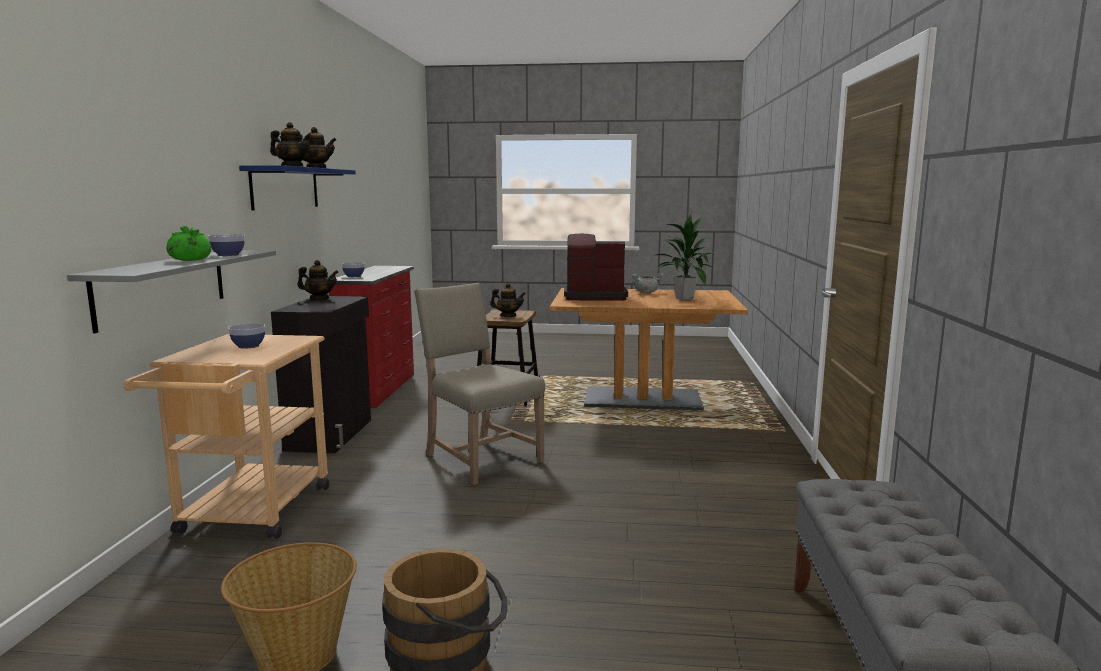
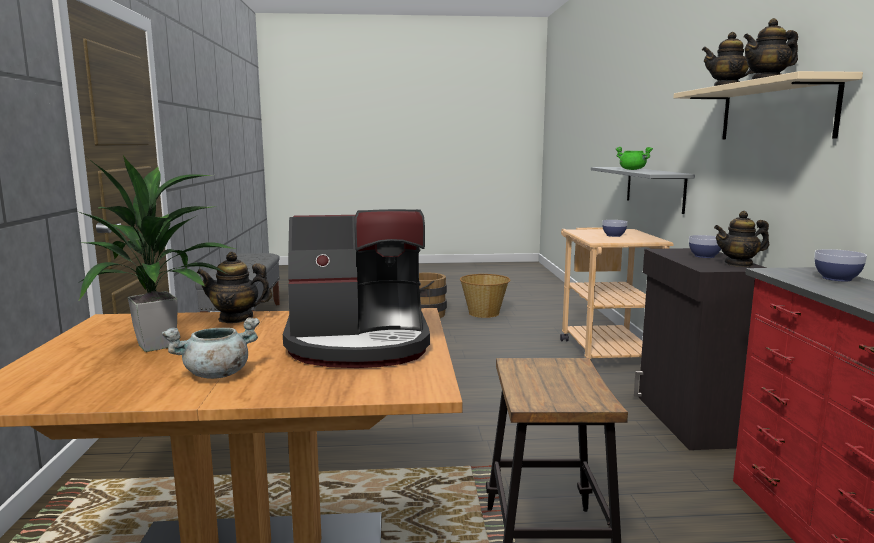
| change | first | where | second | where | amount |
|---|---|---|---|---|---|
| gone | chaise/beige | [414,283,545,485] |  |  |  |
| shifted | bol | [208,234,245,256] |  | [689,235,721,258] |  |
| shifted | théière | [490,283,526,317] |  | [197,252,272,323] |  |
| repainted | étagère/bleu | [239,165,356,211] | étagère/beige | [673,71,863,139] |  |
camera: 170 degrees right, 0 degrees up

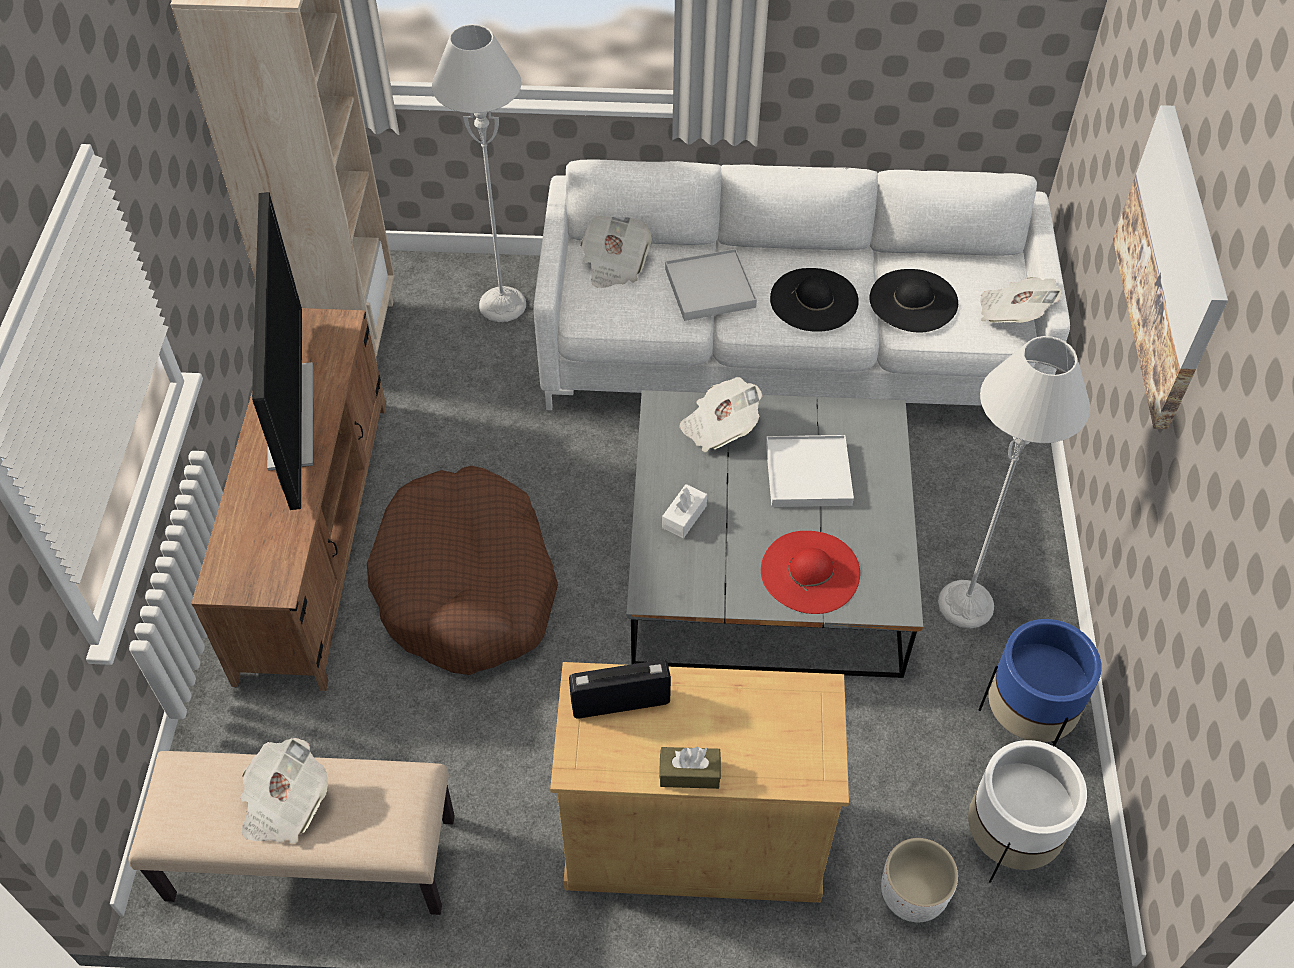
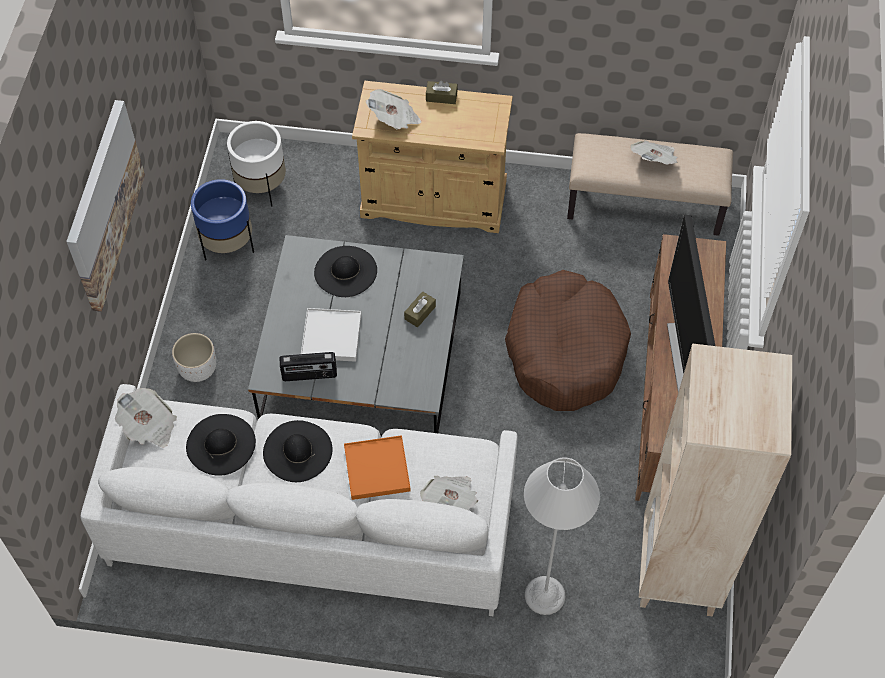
| change | first | where | second | where | amount |
|---|---|---|---|---|---|
| gone | lampadaire/gris | [938,336,1090,628] |  |  |  |
| shifted | radio | [569,660,671,719] |  | [280,352,337,381] |  |
| shifted | journal | [679,377,763,452] |  | [366,89,421,130] |  |
| shifted | cache-pot/blanc | [881,838,958,922] |  | [172,333,216,382] |  |
| repainted | boîte à mouchoirs/blanc | [662,484,707,538] | boîte à mouchoirs/marron | [404,291,436,327] |  |
| repainted | plateau/blanc | [665,249,757,321] | plateau/orange | [344,435,411,500] |  |
| repainted | chapeau/rouge | [761,531,860,614] | chapeau/noir | [314,246,377,297] |  |
camera: 175 degrees left, 5 degrees up

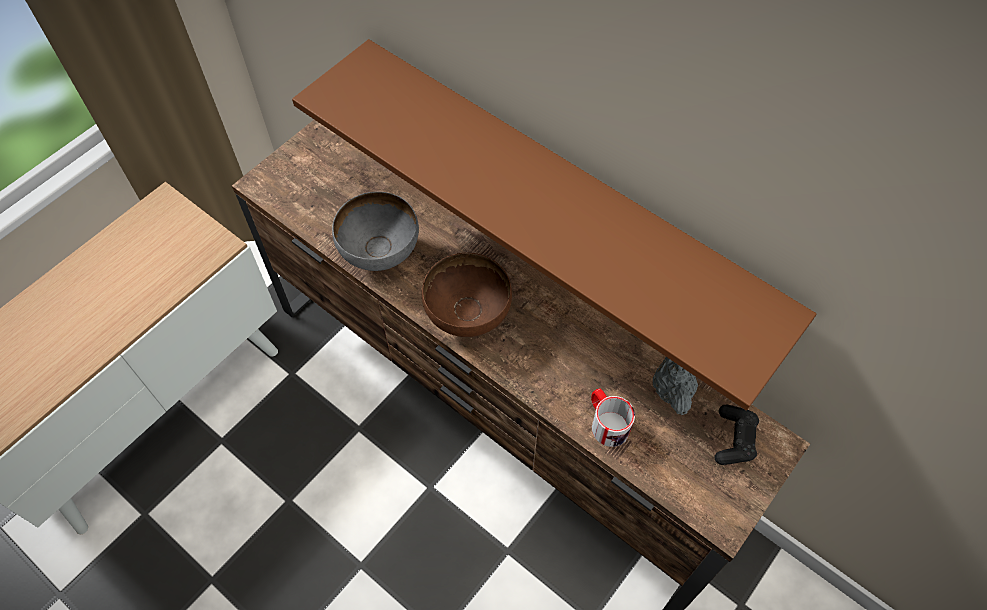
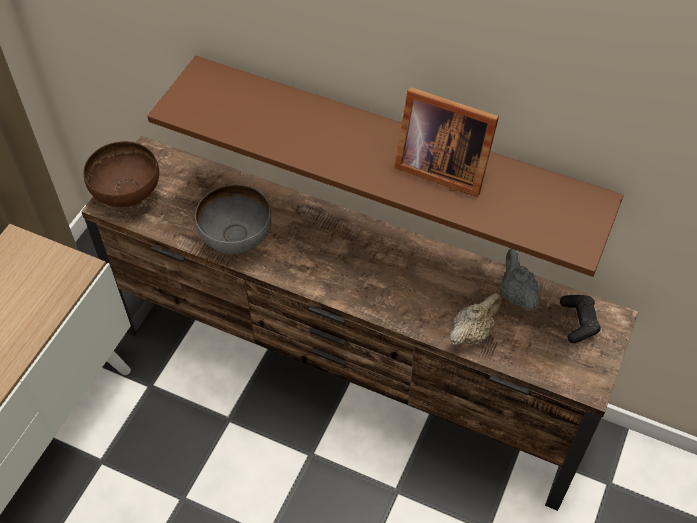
| change | first | where | second | where | amount |
|---|---|---|---|---|---|
| new |  |  | cadre photo | [394,87,499,197] |  |
| shifted | bol/marron | [422,253,512,337] |  | [84,141,159,208] |  |
| swapped | mug | [591,388,635,447] | théière/beige | [449,293,502,346] |  |
camera: 15 degrees left, 5 degrees down

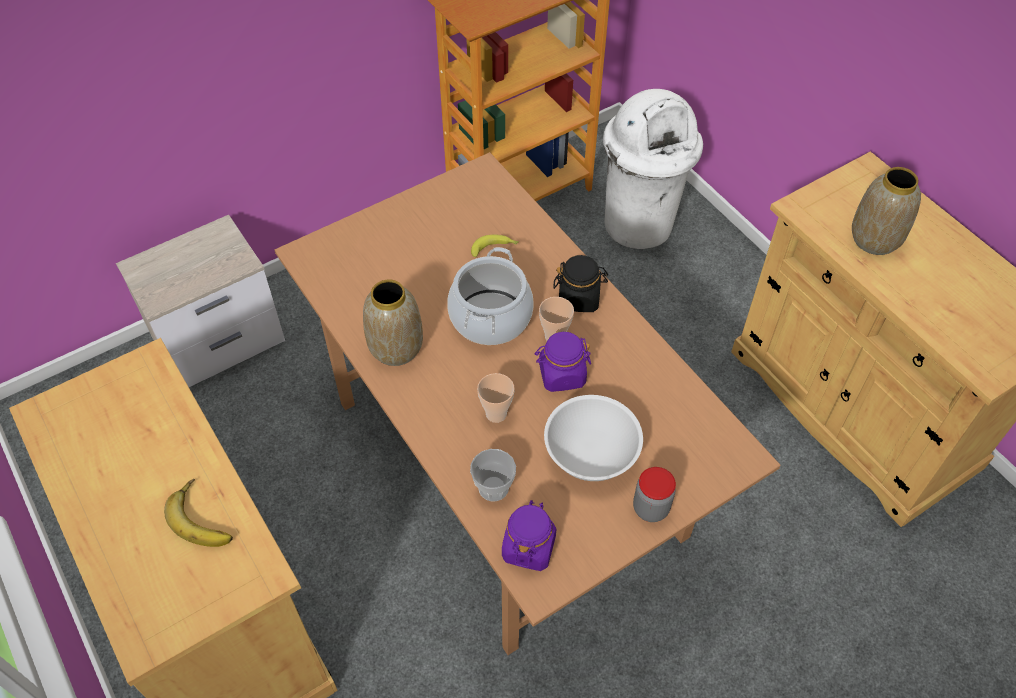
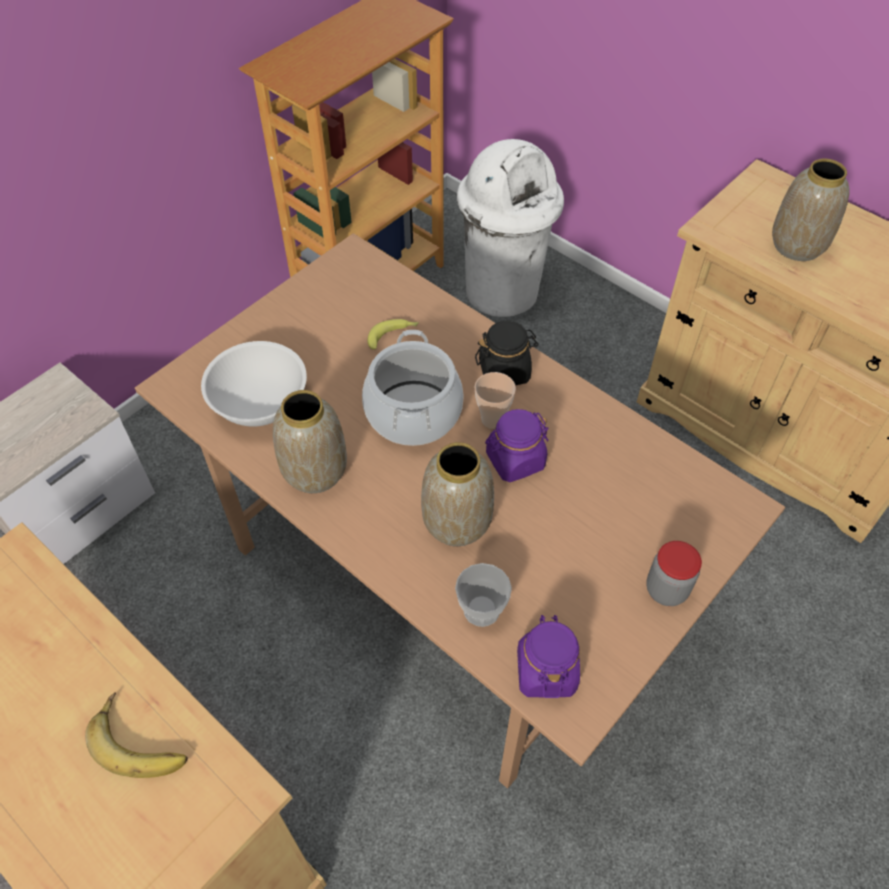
| change | first | where | second | where | amount |
|---|---|---|---|---|---|
| shifted | bol/blanc | [544,395,643,481] |  | [201,341,307,427] |  |
| swapped | tasse | [477,373,515,423] | vase | [421,442,494,546] |  |
camera: 15 degrees left, 0 degrees up

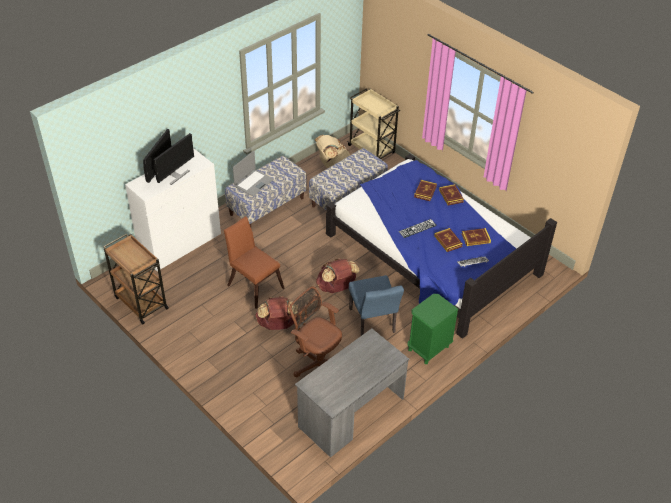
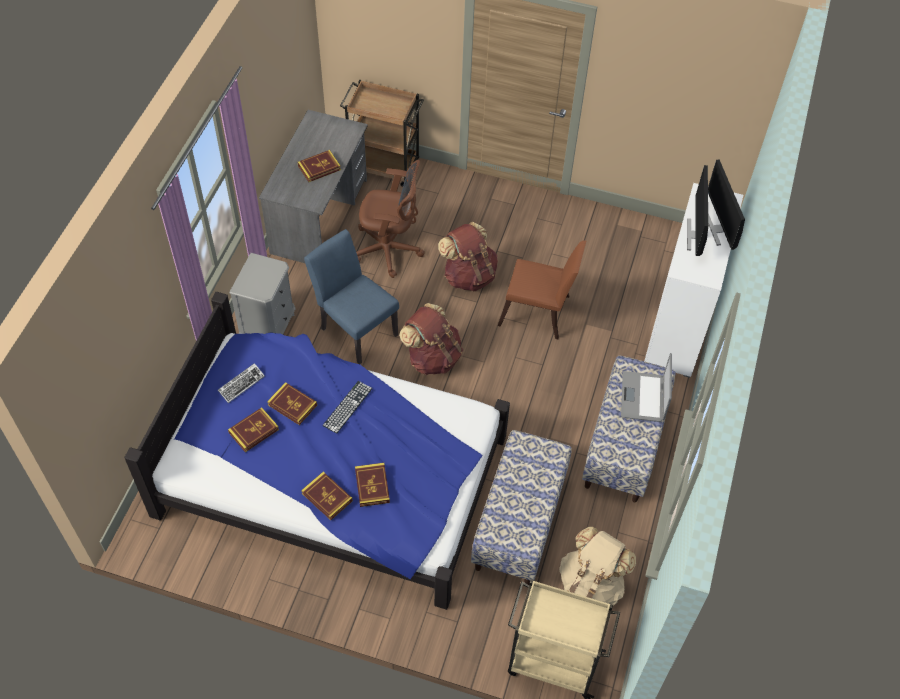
| change | first | where | second | where | amount |
|---|---|---|---|---|---|
| new |  |  | livre | [298,150,341,182] |  |
| shifted | chariot/marron | [103,234,169,324] |  | [340,80,424,187] |  |
| repainted | table de chevet/vert | [407,294,459,364] | table de chevet/gris | [230,253,296,334] |  |
camera: 150 degrees right, 10 degrees up

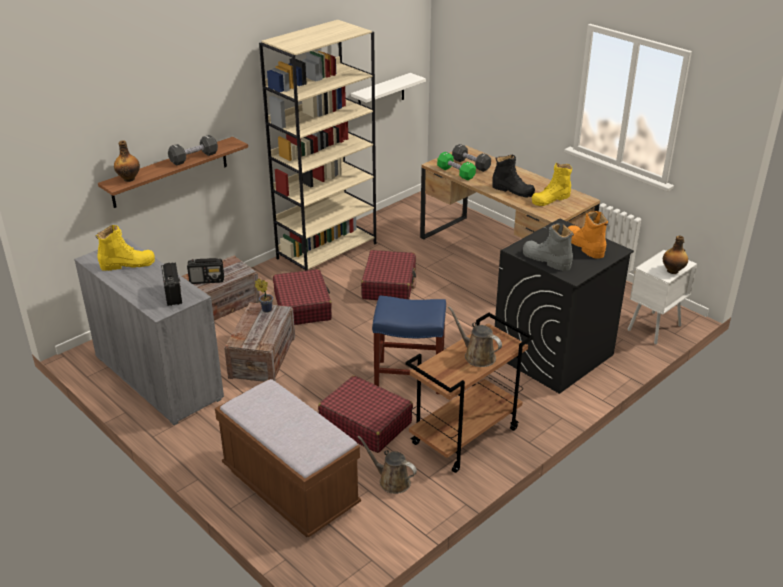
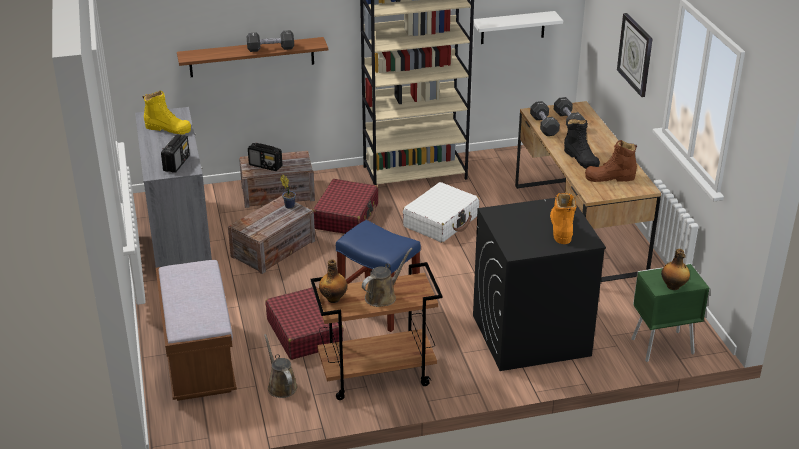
| change | first | where | second | where | amount |
|---|---|---|---|---|---|
| gone | botte/gris | [523,223,574,271] |  |  |  |
| new |  |  | horloge murale | [617,13,653,97] |  |
| shifted | bouteille | [114,141,140,182] |  | [319,259,347,303] |  |
| repainted | valise/rouge | [361,250,417,300] | valise/blanc | [403,182,479,243] |  |
| repainted | haltère/vert | [437,152,476,181] | haltère/noir | [530,101,560,136] |  |
| repainted | botte/jaune | [532,163,572,206] | botte/marron | [585,140,637,182] |  |
| repainted | table de chevet/blanc | [628,250,697,344] | table de chevet/vert | [631,263,709,362] |  |
| rotated | arrosoir/marron | [448,306,502,367] |  | [362,248,413,307] | 60 degrees clockwise |
camera: 30 degrees right, 0 degrees up

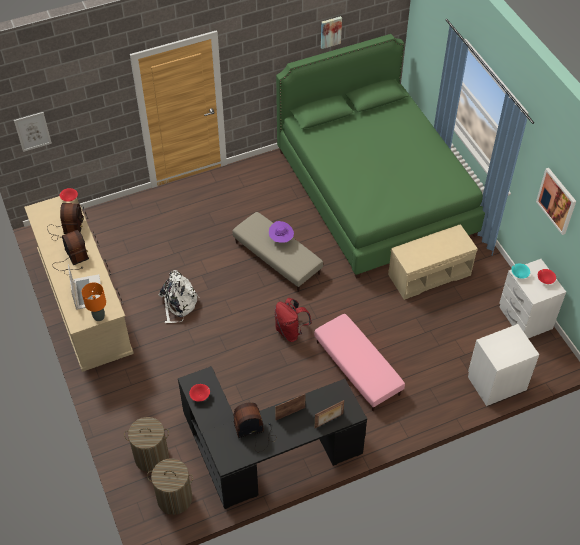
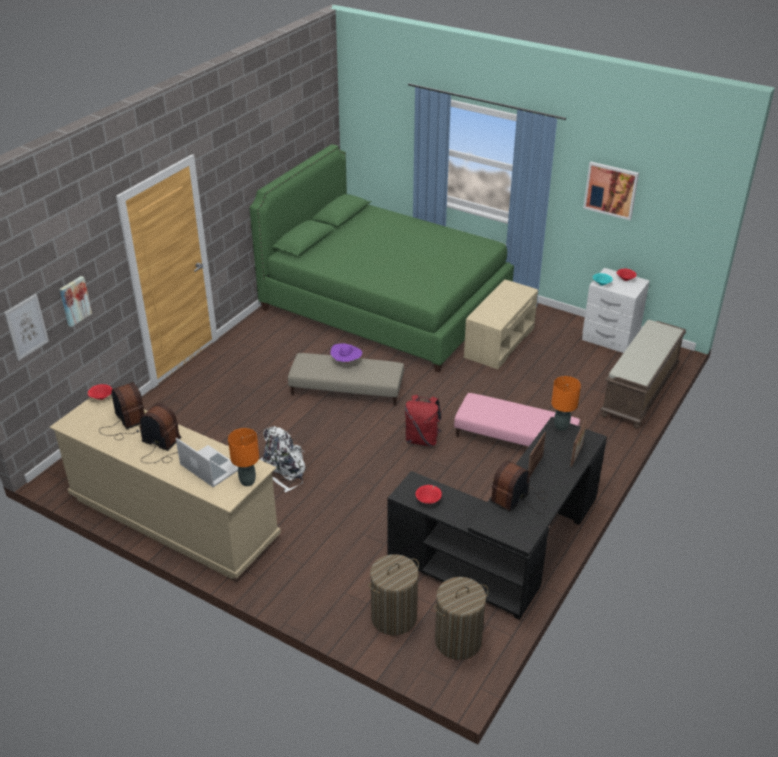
| change | first | where | second | where | amount |
|---|---|---|---|---|---|
| new |  |  | lampe de table/orange | [551,376,581,431] |  |
| shifted | tableau | [321,16,342,49] |  | [60,276,92,327] |  |
| swapped | table de chevet/blanc | [468,324,539,406] | banc/marron | [600,320,686,429] |  |
camera: 35 degrees left, 15 degrees down

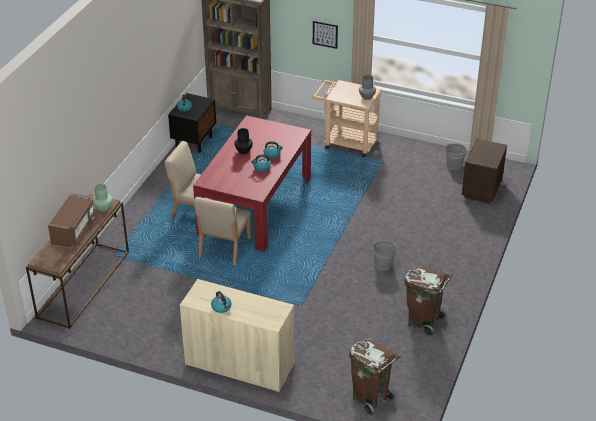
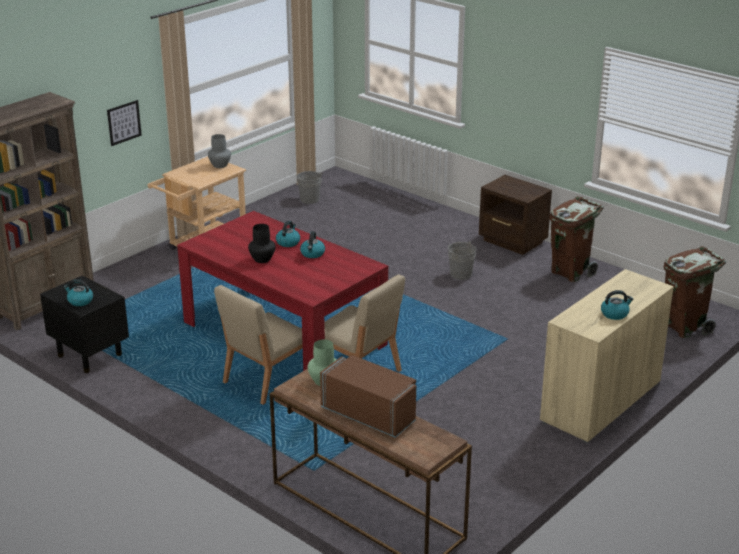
| change | first | where | second | where | amount |
|---|---|---|---|---|---|
| shifted | table de chevet/marron | [462,138,507,203] |  | [479,175,552,255] |  |
camera: 70 degrees left, 10 degrees down

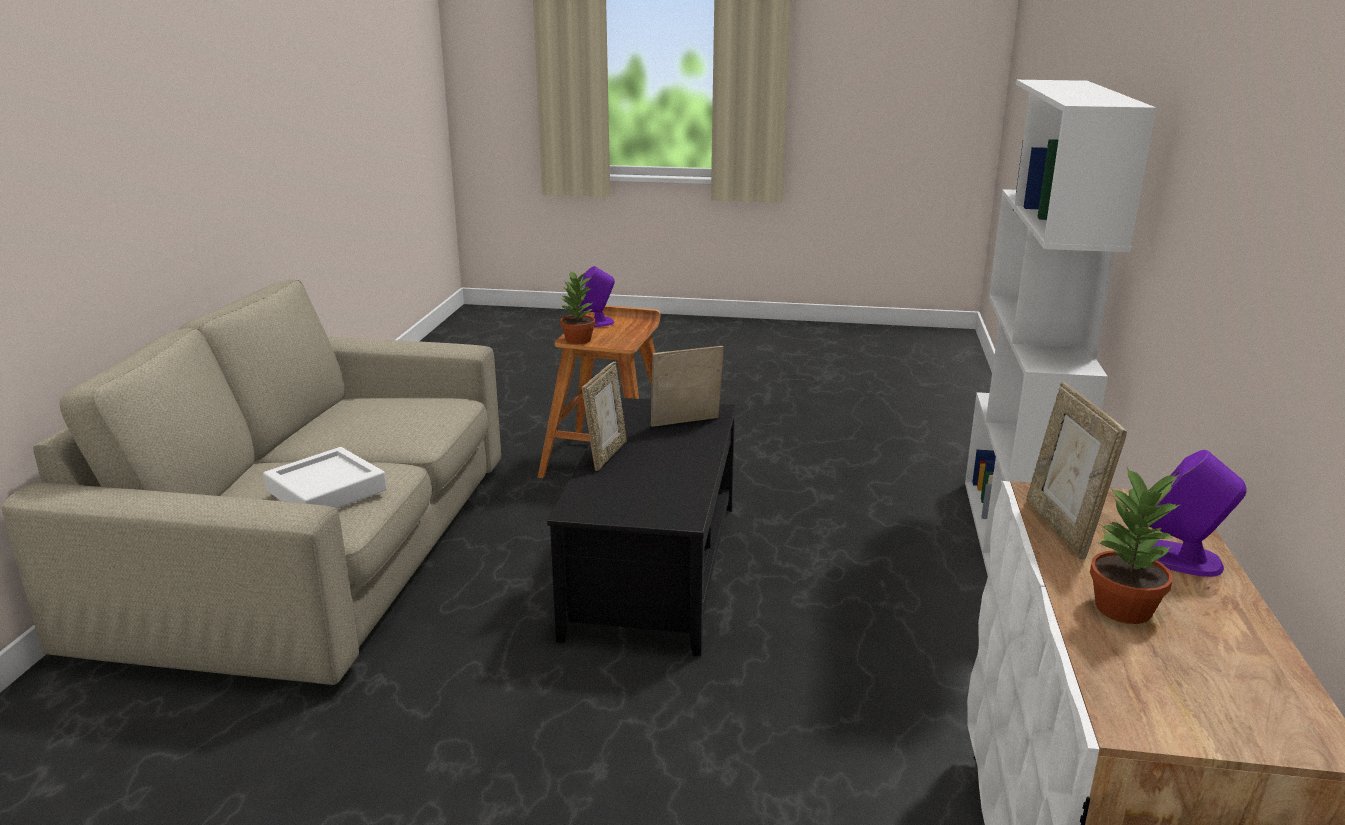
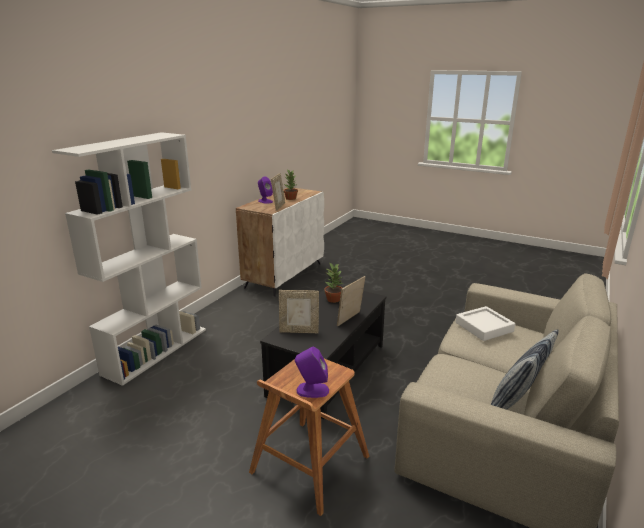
| change | first | where | second | where | amount |
|---|---|---|---|---|---|
| new |  |  | coussin | [491,329,558,410] |  |
| shifted | plante en pot | [558,272,595,344] |  | [324,262,344,303] |  |
camera: 160 degrees left, 0 degrees up

